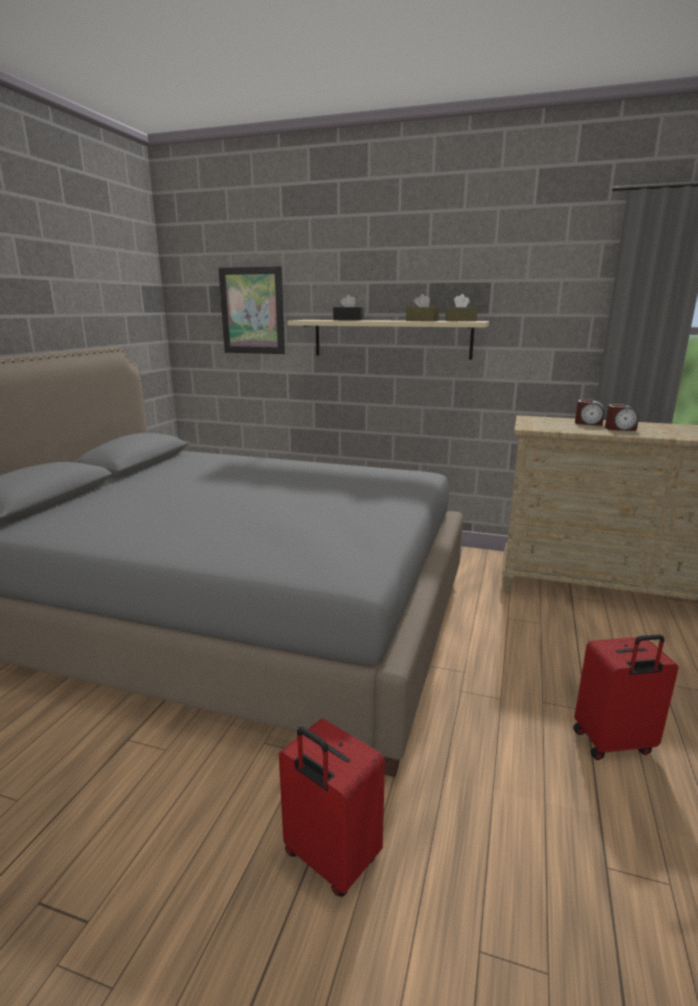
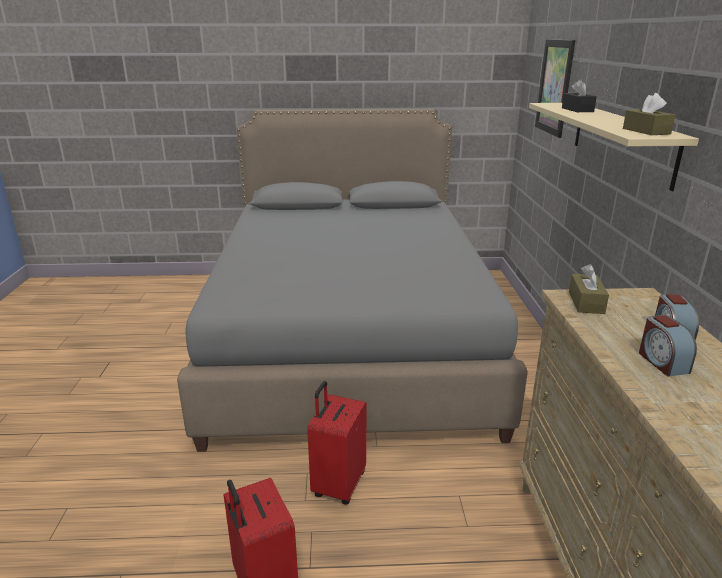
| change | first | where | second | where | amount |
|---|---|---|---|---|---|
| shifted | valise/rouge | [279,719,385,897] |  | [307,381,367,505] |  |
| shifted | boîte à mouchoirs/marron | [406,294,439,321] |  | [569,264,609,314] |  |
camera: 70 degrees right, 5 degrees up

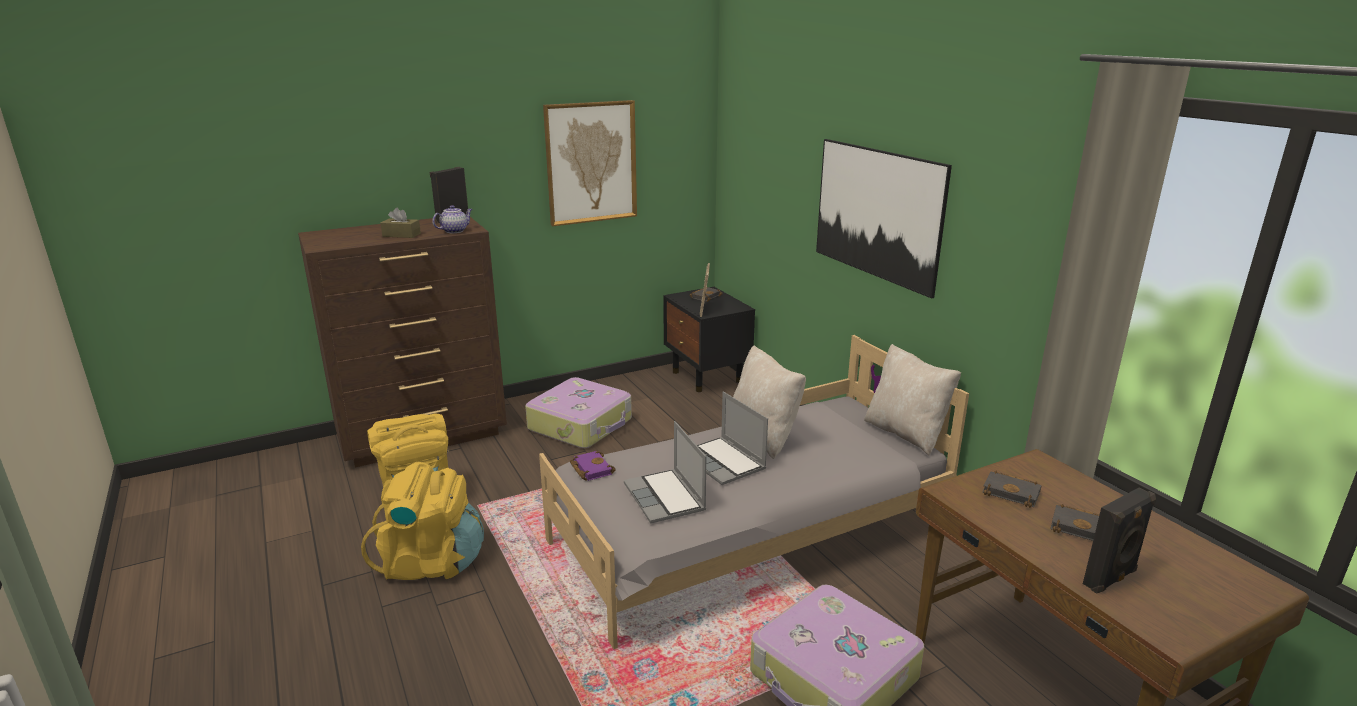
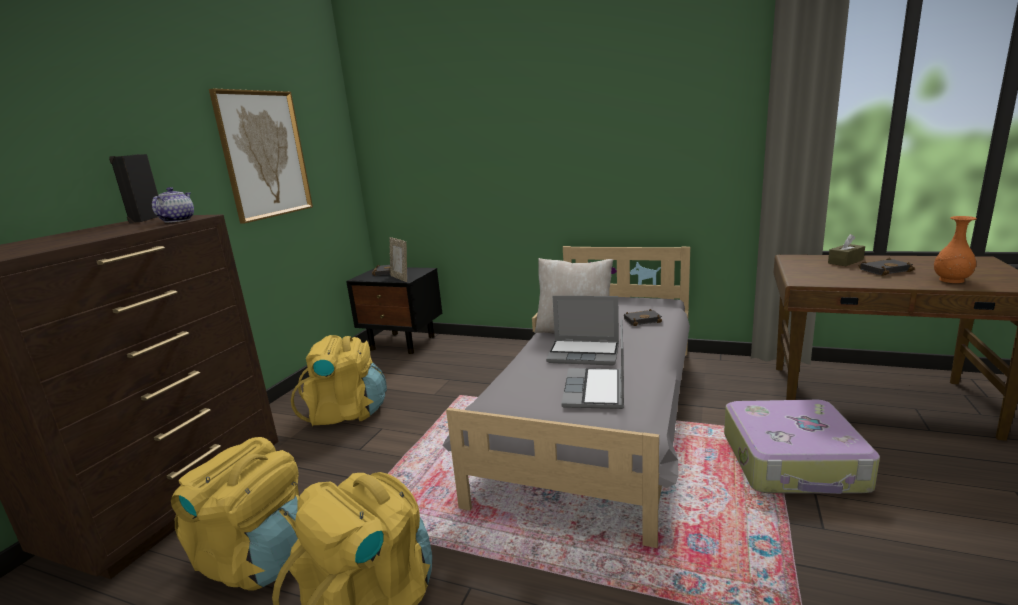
| change | first | where | second | where | amount |
|---|---|---|---|---|---|
| gone | livre/violet | [570,451,616,481] |  |  |  |
| gone | tableau | [816,139,952,299] |  |  |  |
| gone | coussin/beige | [864,344,961,456] |  |  |  |
| shifted | boîte à mouchoirs/marron | [380,208,421,238] |  | [828,234,865,266] |  |
| shifted | livre/noir | [982,471,1042,508] |  | [624,309,662,326] |  |
| swapped | valise | [525,377,632,448] | sac à dos/jaune | [291,335,387,426] |  |
| swapped | enceinte/noir | [1083,488,1156,594] | vase/orange | [934,216,977,283] |  |
| rotated | ordinateur portable | [624,421,706,523] |  | [561,319,624,409] | 75 degrees clockwise |
camera: 40 degrees left, 5 degrees down

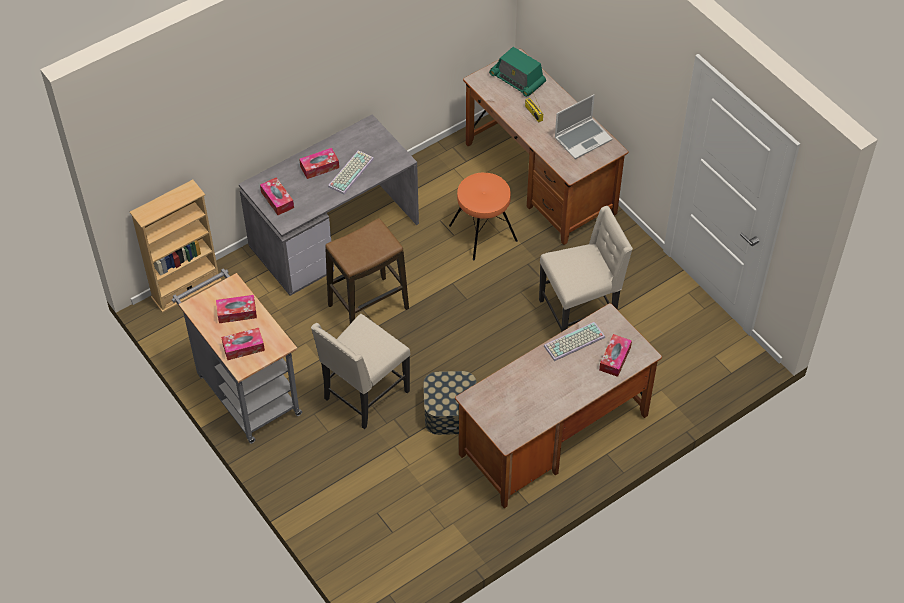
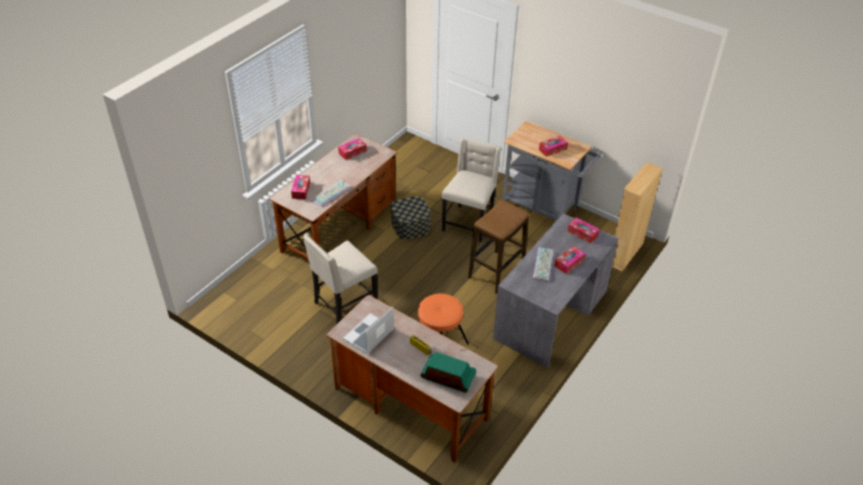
| change | first | where | second | where | amount |
|---|---|---|---|---|---|
| shifted | boîte à mouchoirs | [221,328,265,360] |  | [338,138,367,160] |  |
camera: 160 degrees right, 10 degrees down

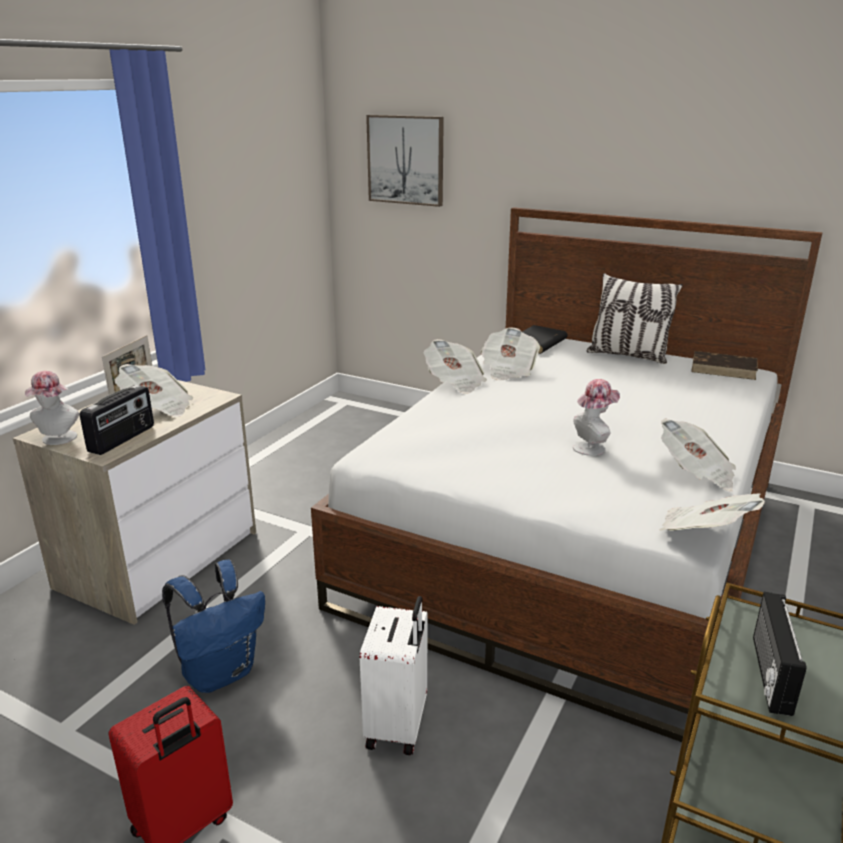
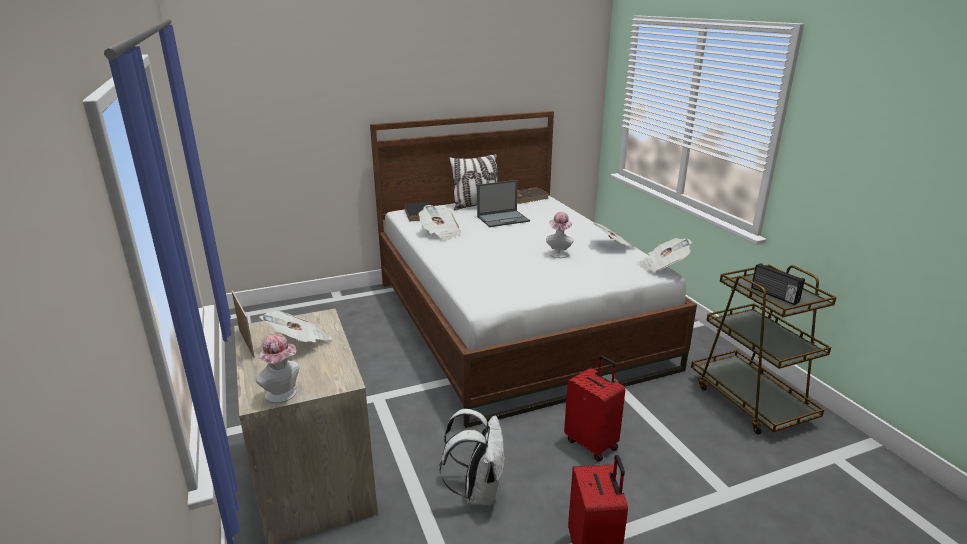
| change | first | where | second | where | amount |
|---|---|---|---|---|---|
| gone | radio | [80,385,154,455] |  |  |  |
| gone | tableau | [366,115,444,207] |  |  |  |
| gone | journal | [424,339,487,394] |  |  |  |
| new |  |  | ordinateur portable | [477,180,530,227] |  |
| repainted | sac à dos/bleu | [162,560,265,693] | sac à dos/blanc | [439,409,505,506] |  |
| repainted | valise/blanc | [360,596,428,755] | valise/rouge | [564,355,625,461] |  |
camera: 50 degrees left, 0 degrees up

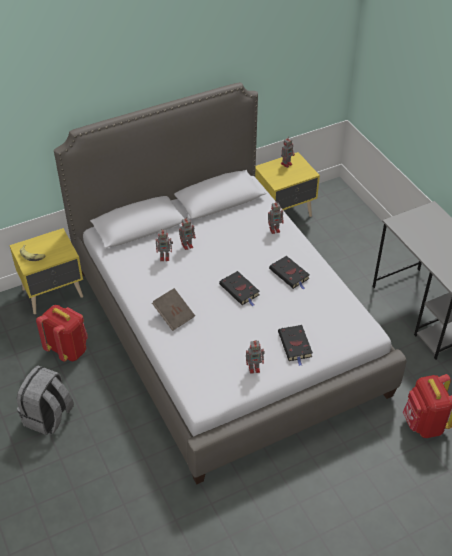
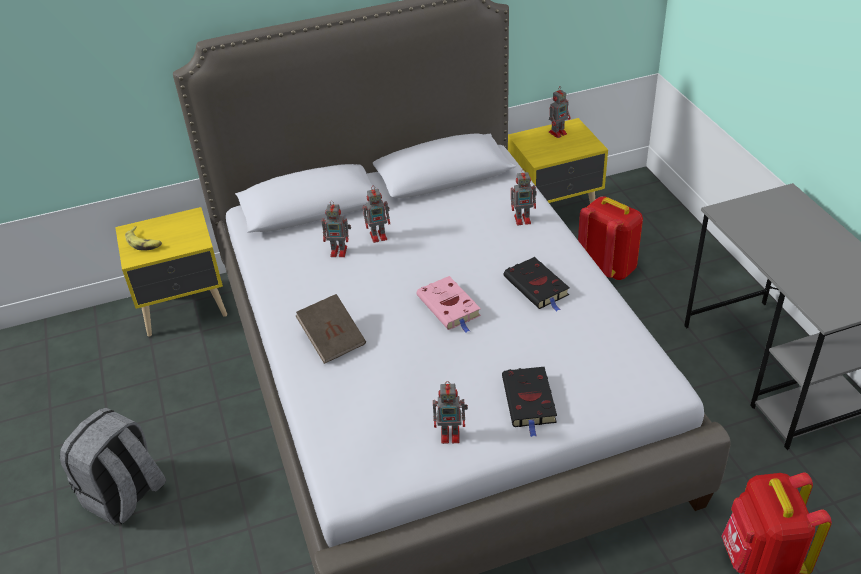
| change | first | where | second | where | amount |
|---|---|---|---|---|---|
| shifted | sac à dos/rouge | [36,305,88,362] |  | [578,196,643,280] |  |
| repainted | livre/noir | [219,271,260,306] | livre/rose | [416,276,481,333] |  |
camera: 10 degrees right, 5 degrees down

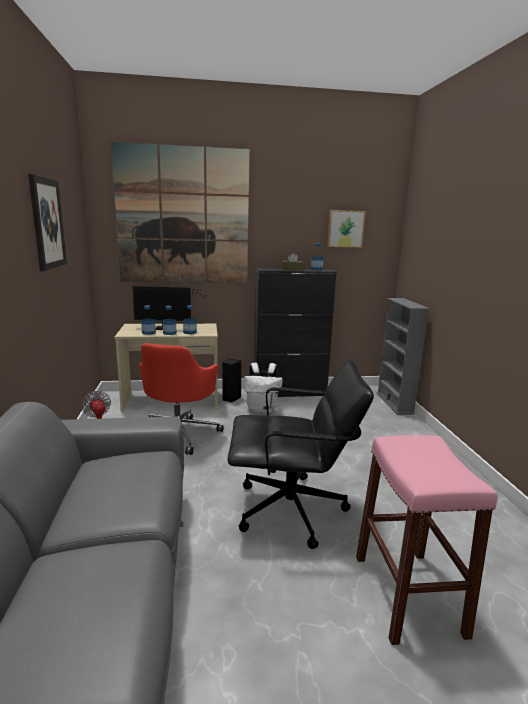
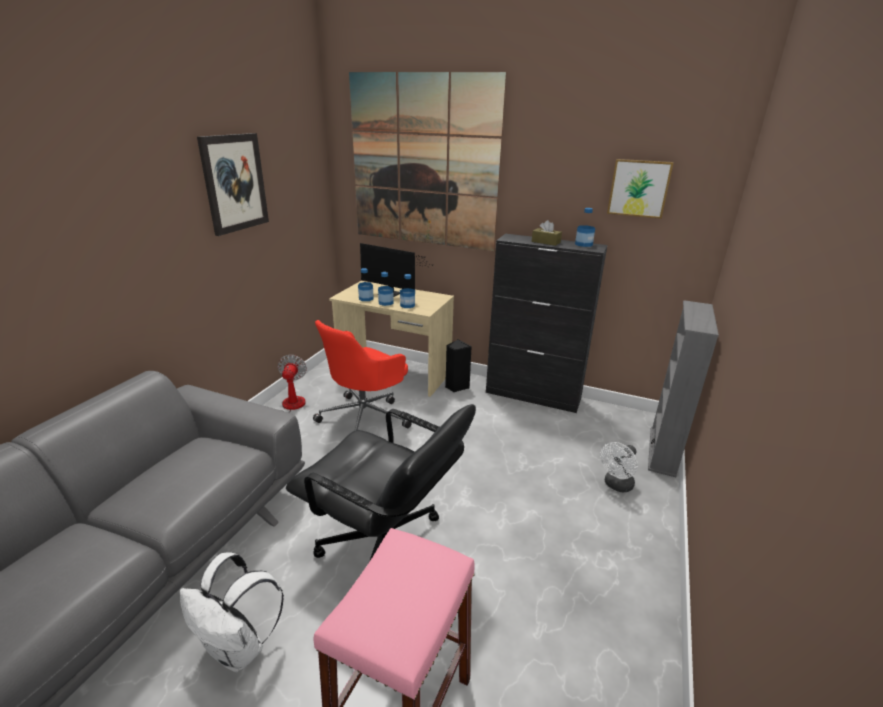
| change | first | where | second | where | amount |
|---|---|---|---|---|---|
| new |  |  | ventilateur/blanc | [600,442,638,492] |  |
| shifted | sac à dos/blanc | [244,363,283,413] |  | [180,552,284,673] |  |
camera: 30 degrees right, 10 degrees up

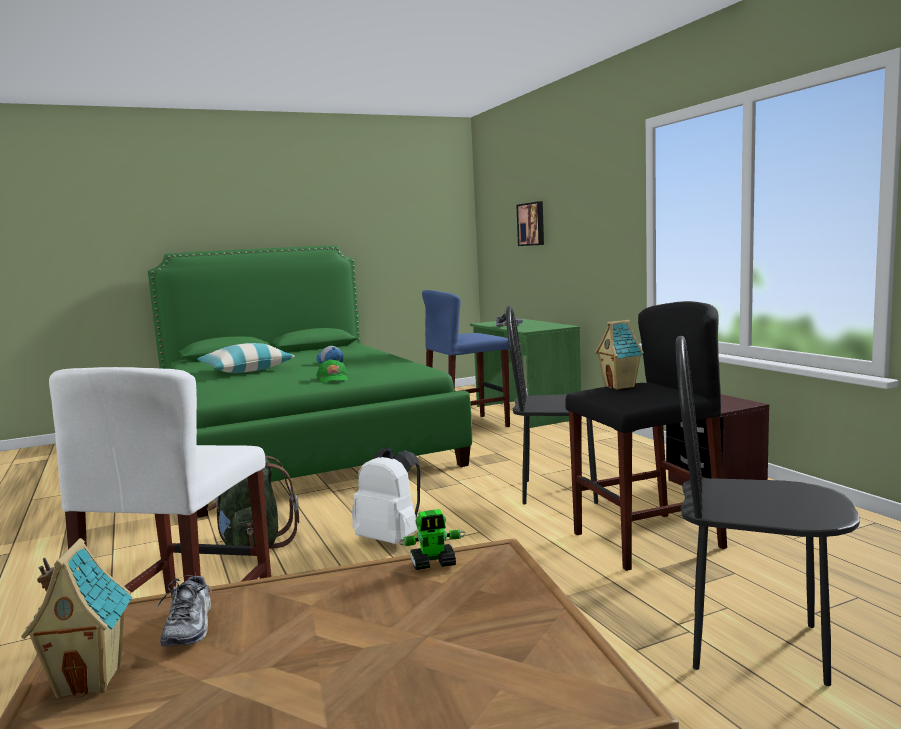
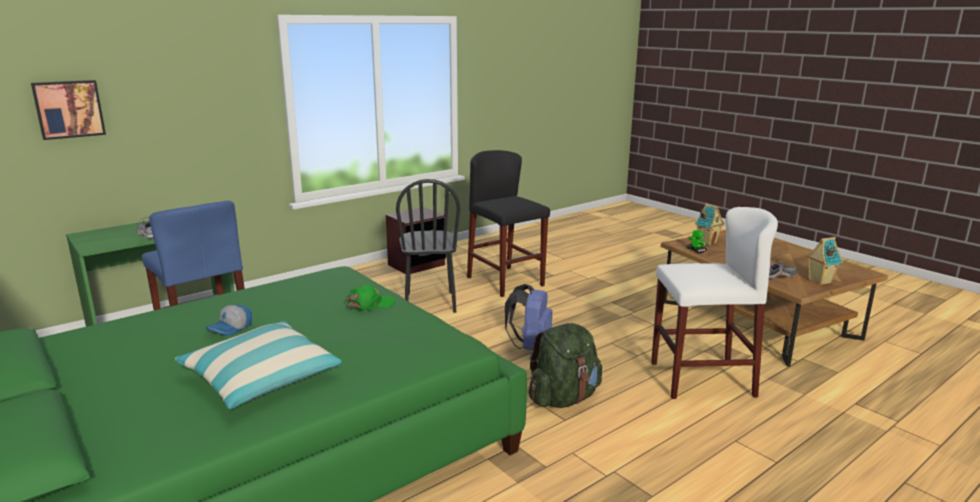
| change | first | where | second | where | amount |
|---|---|---|---|---|---|
| gone | chaise/noir | [676,336,860,686] |  |  |  |
| shifted | maison miniature | [595,320,644,390] |  | [695,203,724,246] |  |
| repainted | sac à dos/blanc | [352,447,420,544] | sac à dos/bleu | [505,284,552,350] |  |
camera: 105 degrees left, 10 degrees up

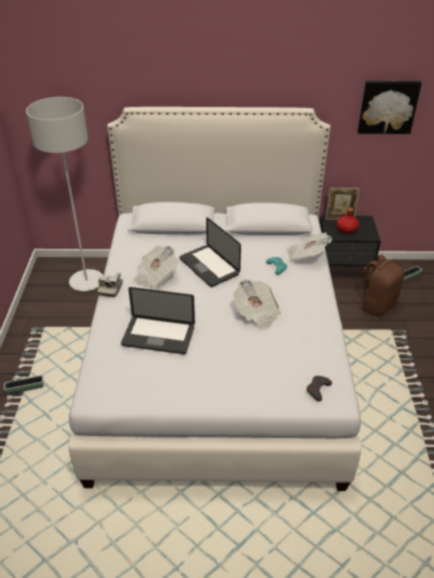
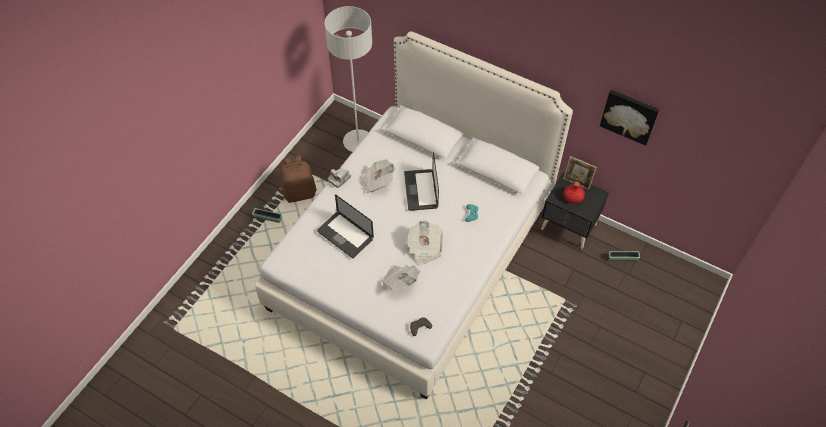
| change | first | where | second | where | amount |
|---|---|---|---|---|---|
| shifted | journal | [287,233,332,261] |  | [381,265,420,292] |  |
| shifted | sac à dos/marron | [355,255,405,316] |  | [280,155,317,203] |  |
camera: 30 degrees right, 15 degrees up

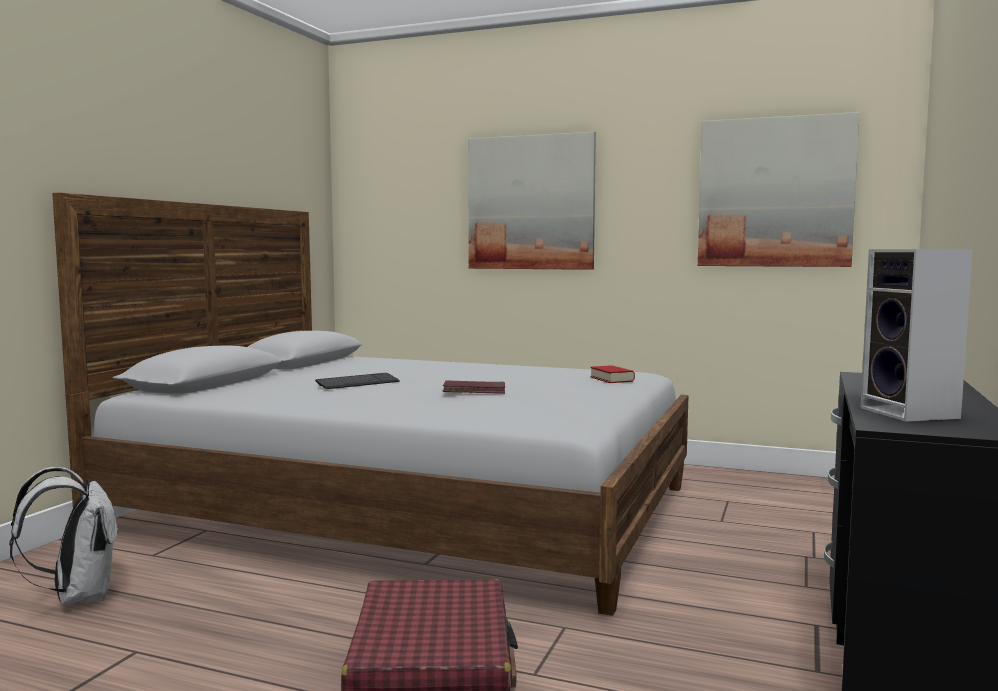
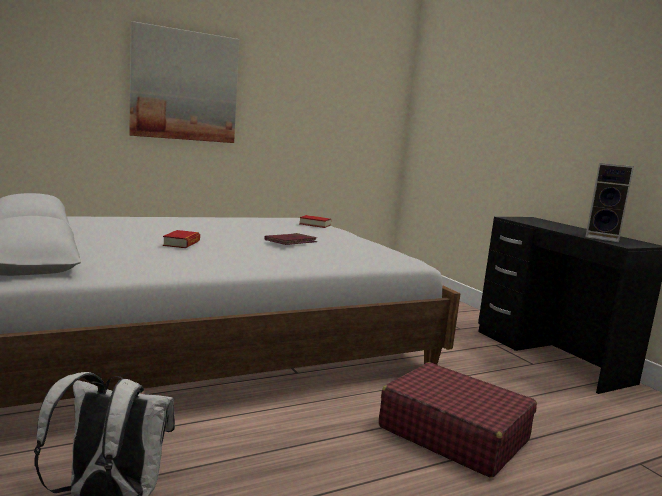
| change | first | where | second | where | amount |
|---|---|---|---|---|---|
| gone | tableau | [698,112,860,267] |  |  |  |
| swapped | clavier | [315,373,400,389] | livre | [163,230,200,248] |  |
camera: 50 degrees left, 5 degrees up

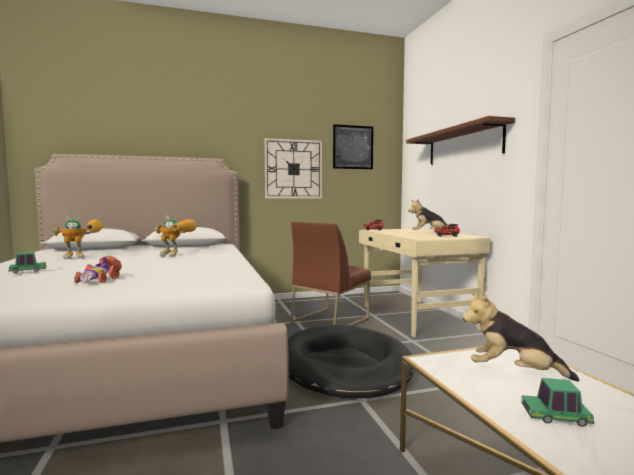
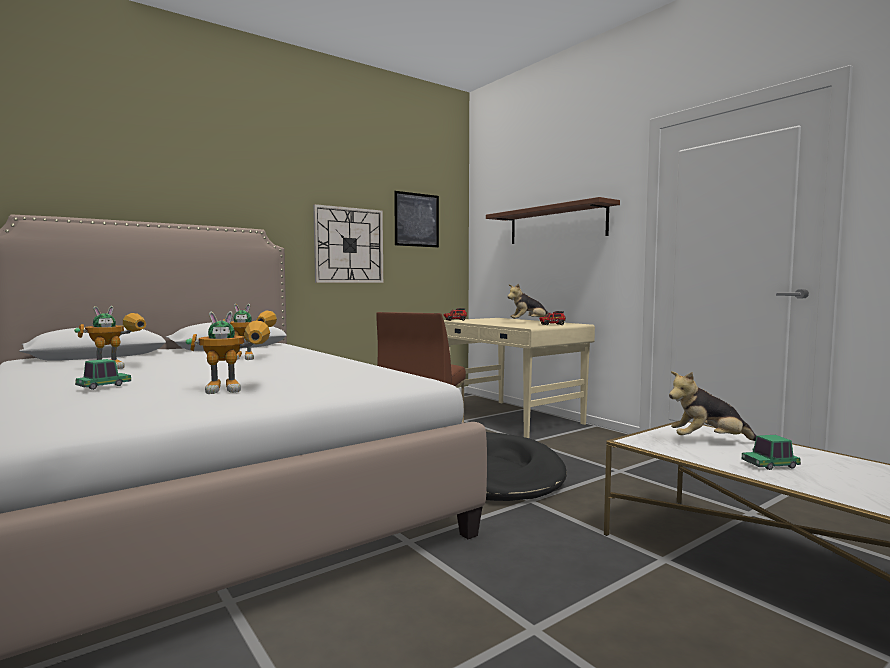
| change | first | where | second | where | amount |
|---|---|---|---|---|---|
| swapped | petite voiture | [75,256,122,283] | robot jouet | [185,311,270,394] |  |
camera: 20 degrees left, 0 degrees up

